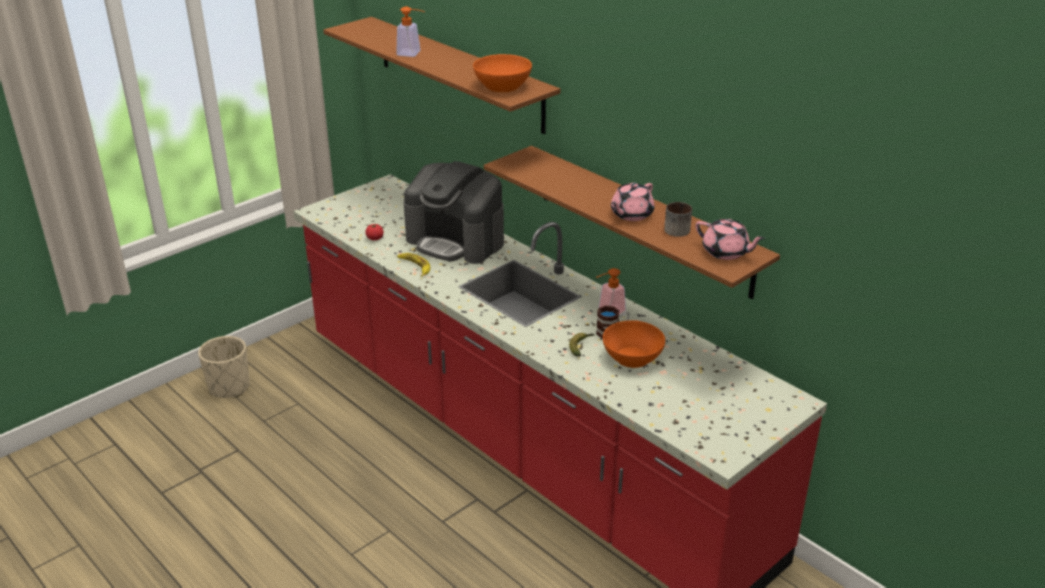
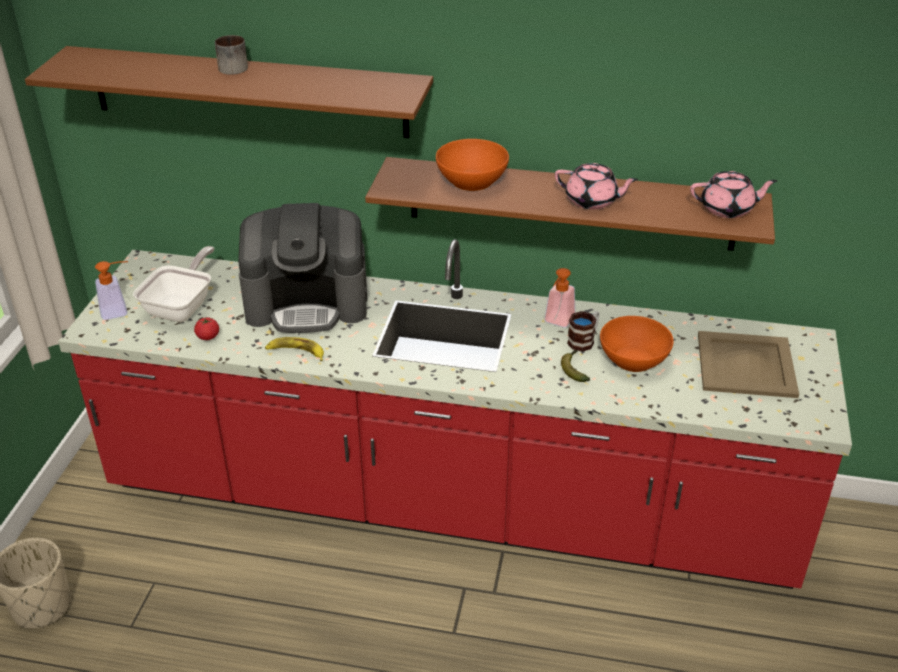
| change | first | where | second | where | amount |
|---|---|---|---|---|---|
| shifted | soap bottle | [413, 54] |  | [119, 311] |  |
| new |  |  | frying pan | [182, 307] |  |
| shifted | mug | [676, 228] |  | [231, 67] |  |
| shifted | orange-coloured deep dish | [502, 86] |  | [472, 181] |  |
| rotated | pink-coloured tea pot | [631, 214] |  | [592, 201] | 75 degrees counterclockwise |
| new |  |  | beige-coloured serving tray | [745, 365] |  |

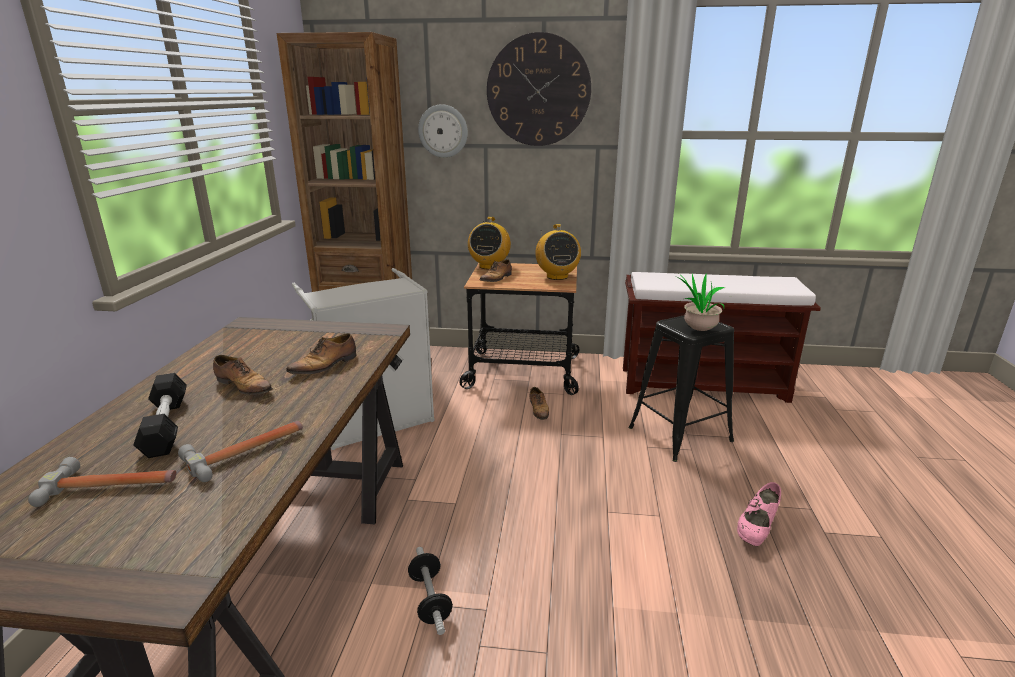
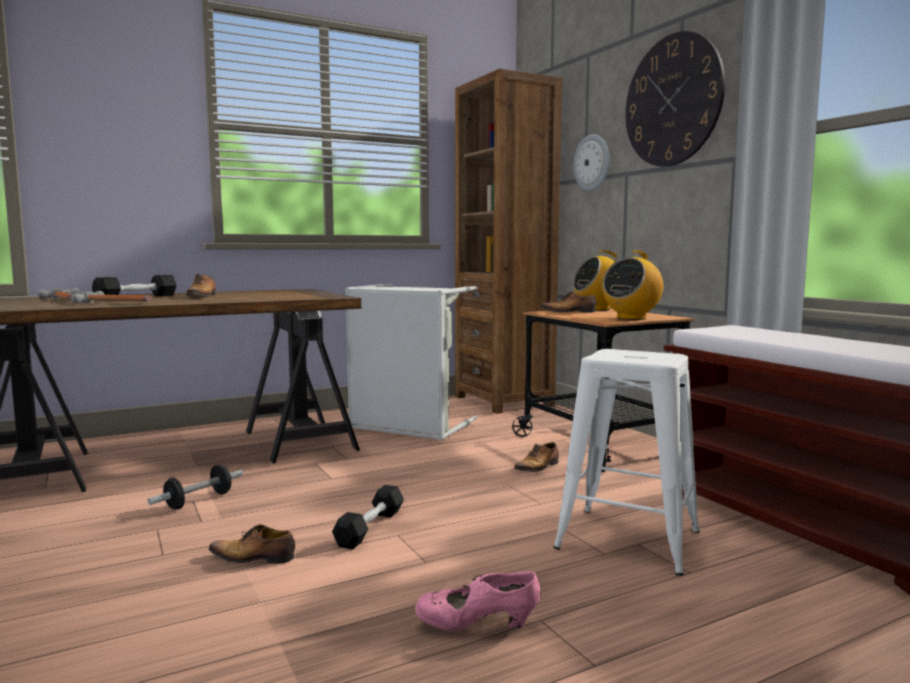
| change | first | where | second | where | amount |
|---|---|---|---|---|---|
| shifted | item of footwear | [325, 365] |  | [253, 558] |  |
| new |  |  | black free weight | [370, 528] |  |
| repainted | black stool seat | [679, 434] | white stool seat | [627, 539] |  |
| gone | plant in a pot | [697, 330] |  |  |  |

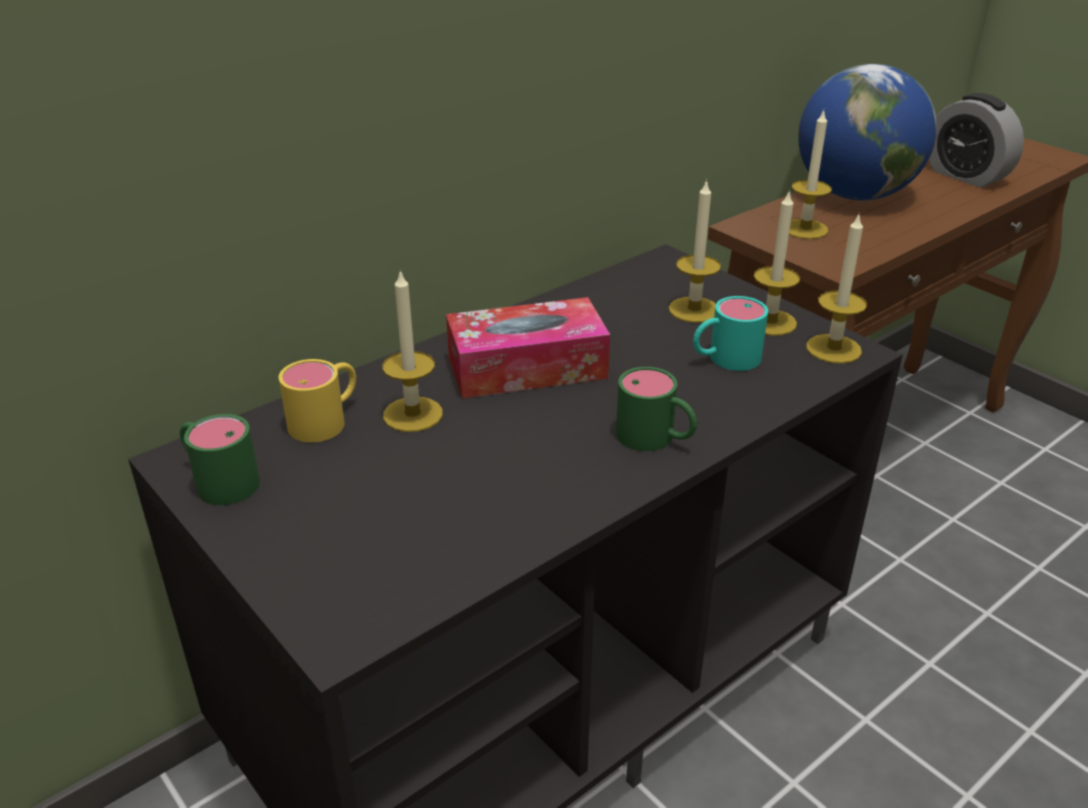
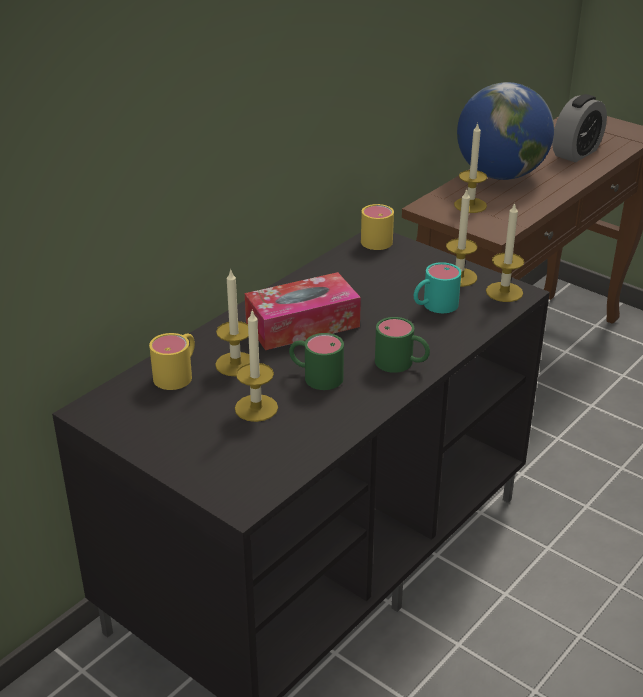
| change | first | where | second | where | amount |
|---|---|---|---|---|---|
| shifted | candle | [694, 310] |  | [256, 408] |  |
| shifted | greenish mug | [218, 480] |  | [315, 376] |  |
| new |  |  | yellow-coloured mug | [377, 238] |  |
| rotated | table clock | [965, 175] |  | [576, 153] | 90 degrees counterclockwise |

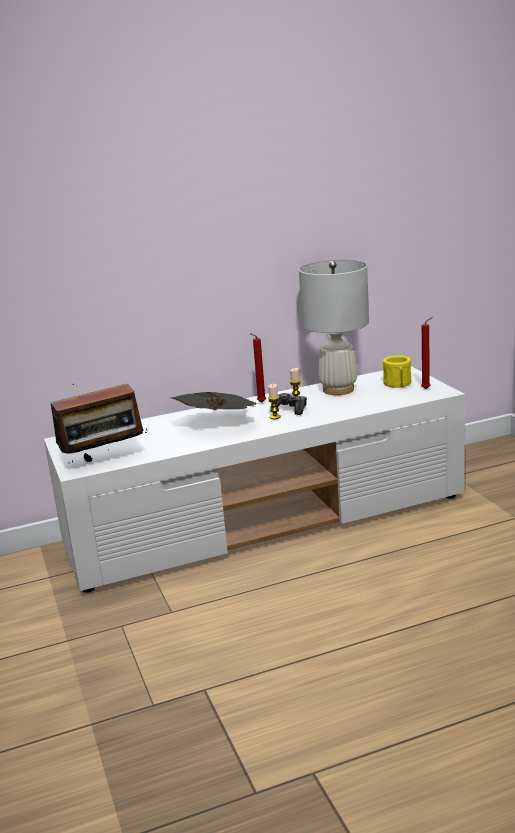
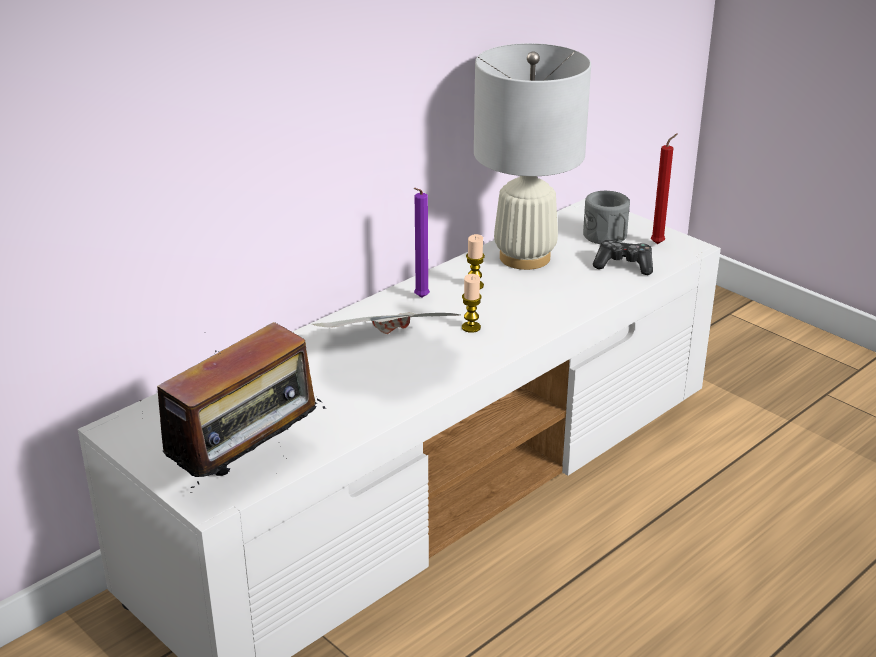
| change | first | where | second | where | amount |
|---|---|---|---|---|---|
| repainted | red candle | [260, 403] | purple candle | [420, 298] |  |
| repainted | yellow-coloured mug | [398, 384] | grey mug | [608, 238] |  |
| shifted | game controller | [291, 409] |  | [624, 265] |  |

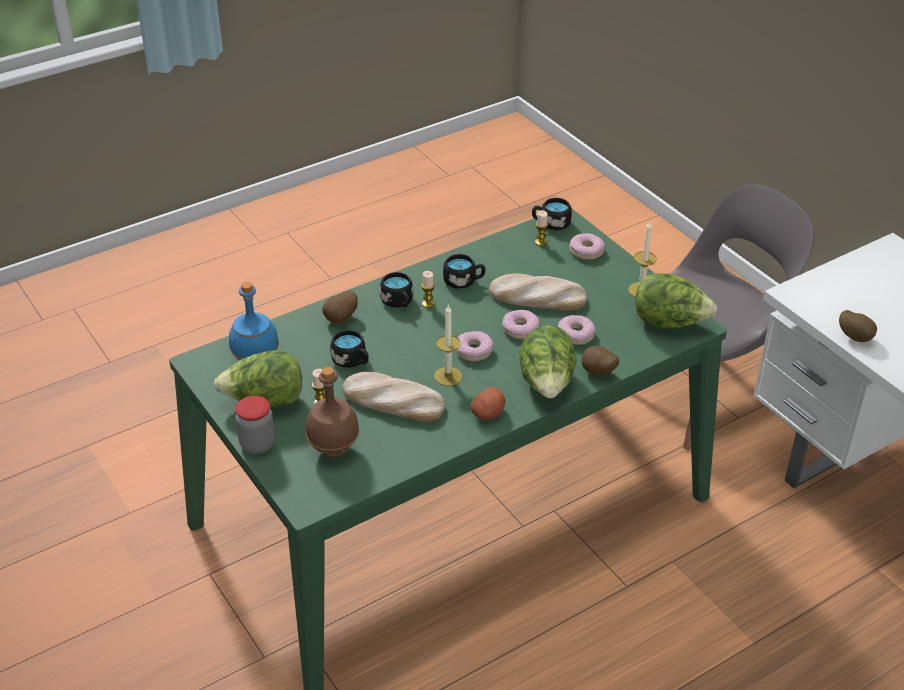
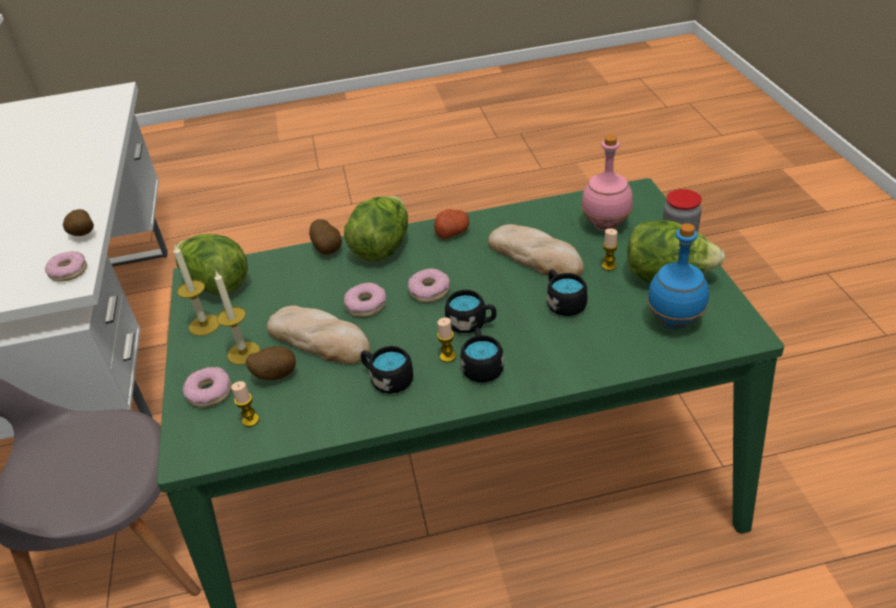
| change | first | where | second | where | amount |
|---|---|---|---|---|---|
| shifted | donut | [575, 335] |  | [69, 271] |  |
| shifted | candle | [448, 376] |  | [243, 353] |  |
| shifted | potato | [342, 319] |  | [275, 375] |  |
| shifted | black mug | [551, 224] |  | [471, 324] |  |
| repainted | brown beverage bottle | [334, 449] | pink-coloured beverage bottle | [605, 225] |  |

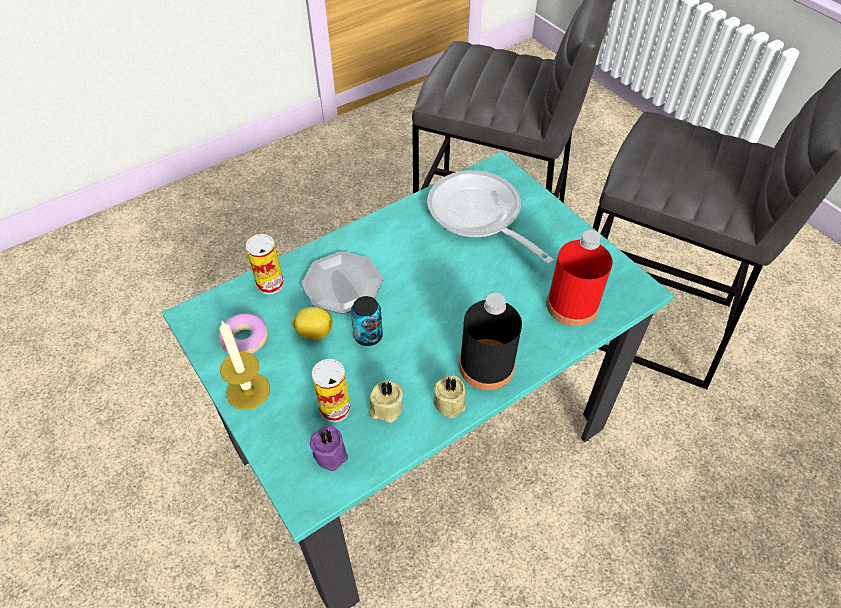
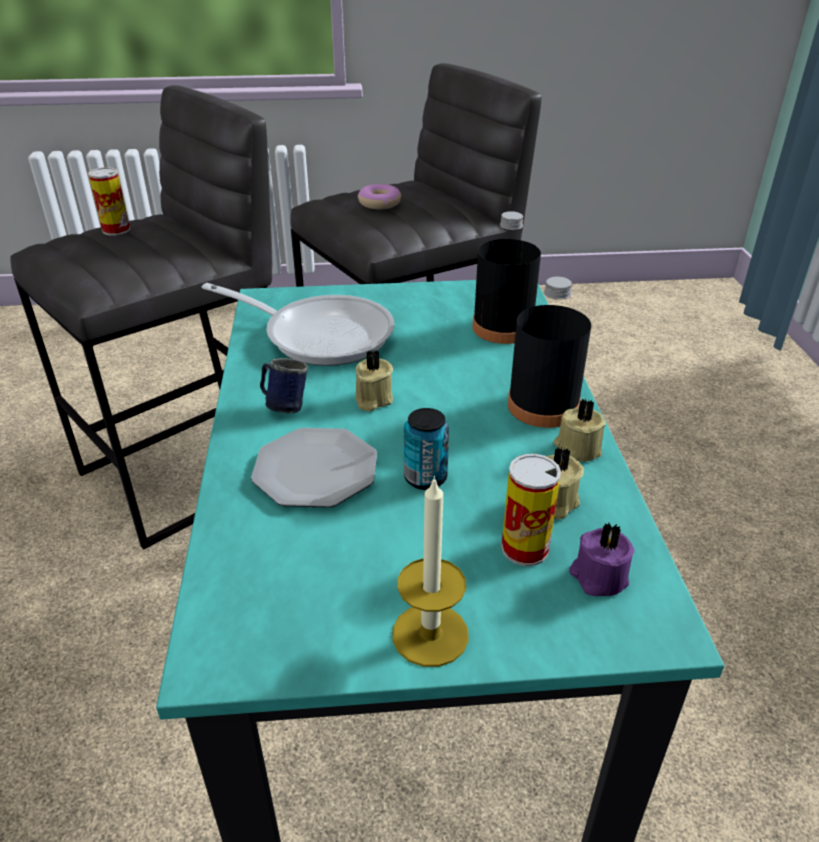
| change | first | where | second | where | amount |
|---|---|---|---|---|---|
| shifted | sealed can | [270, 284] |  | [116, 230] |  |
| rotated | frying pan | [479, 216] |  | [320, 335] | 150 degrees counterclockwise |
| new |  |  | blue-coloured mug | [283, 406] |  |
| new |  |  | beige-coloured candle | [372, 399] |  |
| shifted | donut | [244, 339] |  | [379, 203] |  |
| repainted | red beverage bottle | [572, 305] | black beverage bottle | [503, 328] |  |
| gone | lemon | [314, 332] |  |  |  |

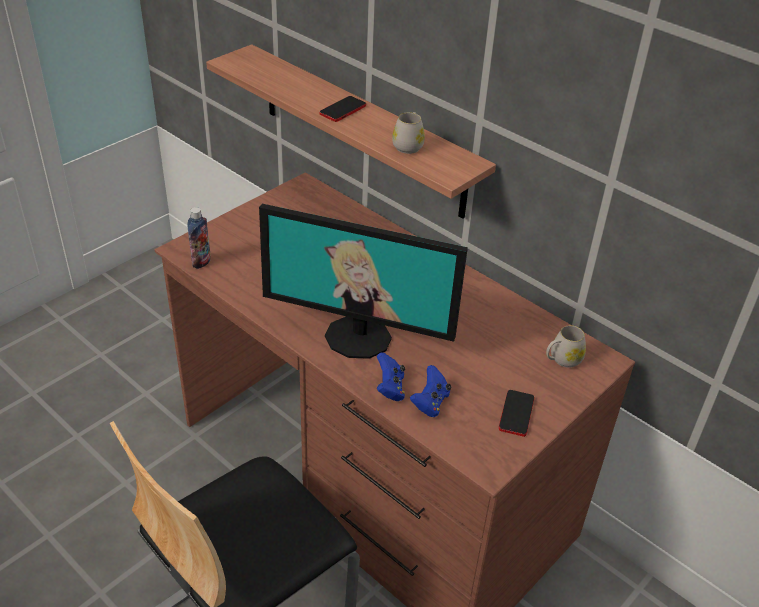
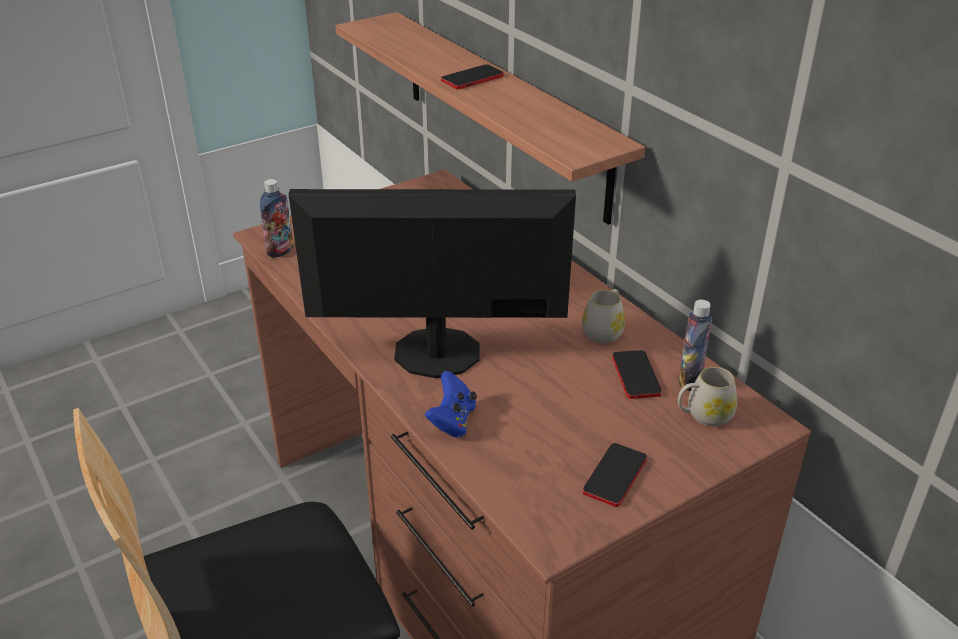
| change | first | where | second | where | amount |
|---|---|---|---|---|---|
| rotated | computer display | [359, 336] |  | [436, 354] | 150 degrees clockwise |
| shifted | white mug | [408, 145] |  | [604, 330] |  |
| new |  |  | phone | [636, 375] |  |
| new |  |  | beverage bottle | [689, 380] |  |
| gone | blue-coloured game controller | [430, 403] |  |  |  |

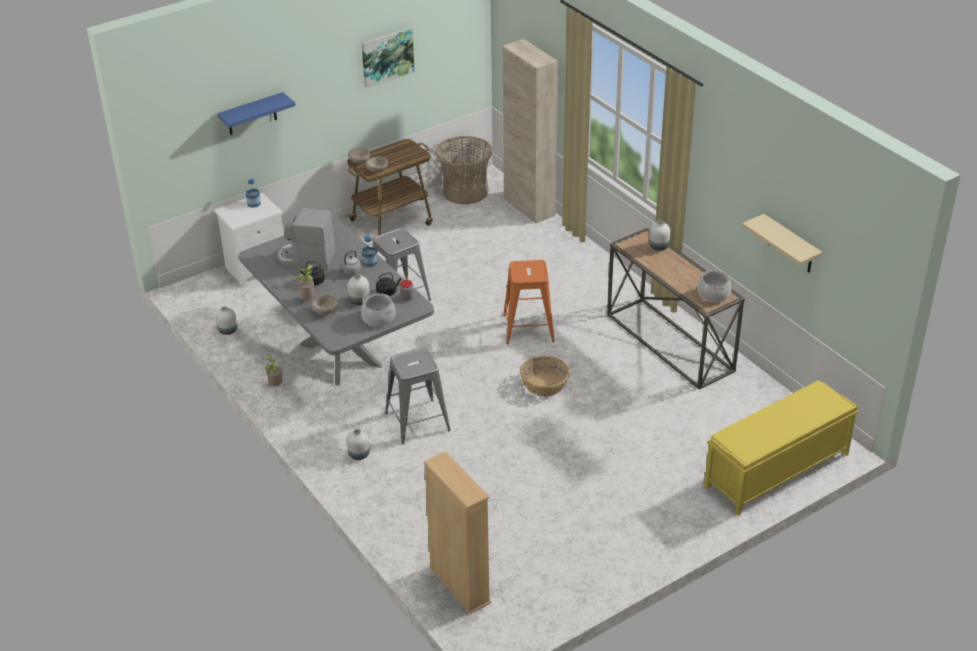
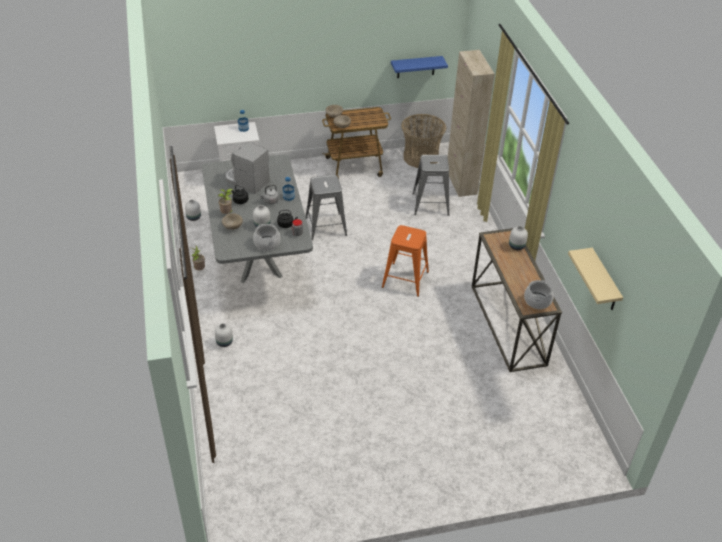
| change | first | where | second | where | amount |
|---|---|---|---|---|---|
| shifted | blue-coloured bracket shelf | [251, 114] |  | [416, 67] |  |
| shifted | grey stool seat | [417, 421] |  | [430, 204] |  |
| gone | picture | [387, 56] |  |  |  |
| gone | beige-coloured bookshelf | [459, 585] |  |  |  |
| gone | basket | [544, 384] |  |  |  |
| gone | yellow-coloured indoor bench | [776, 471] |  |  |  |

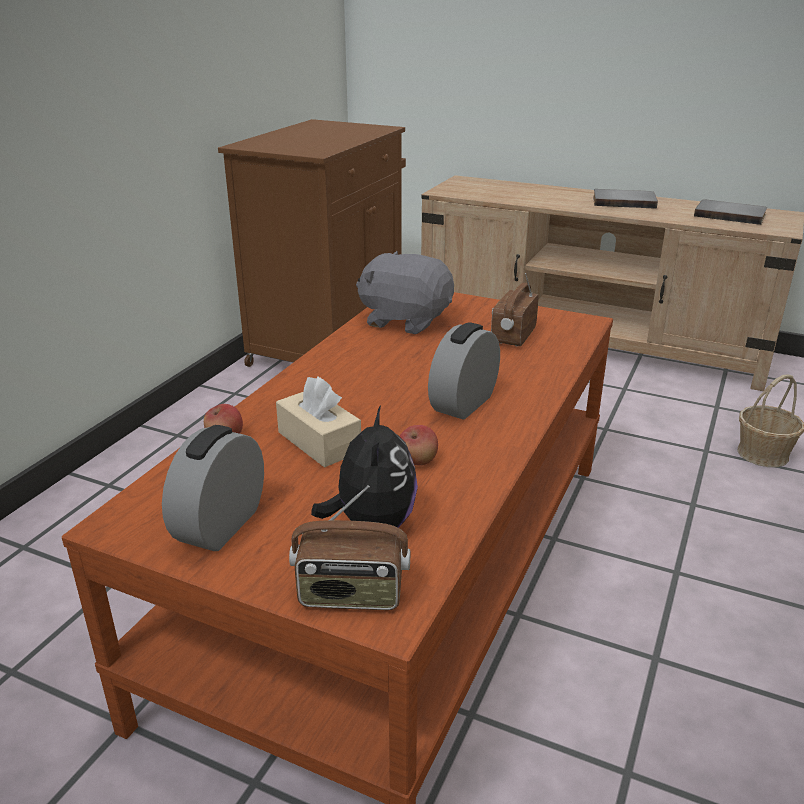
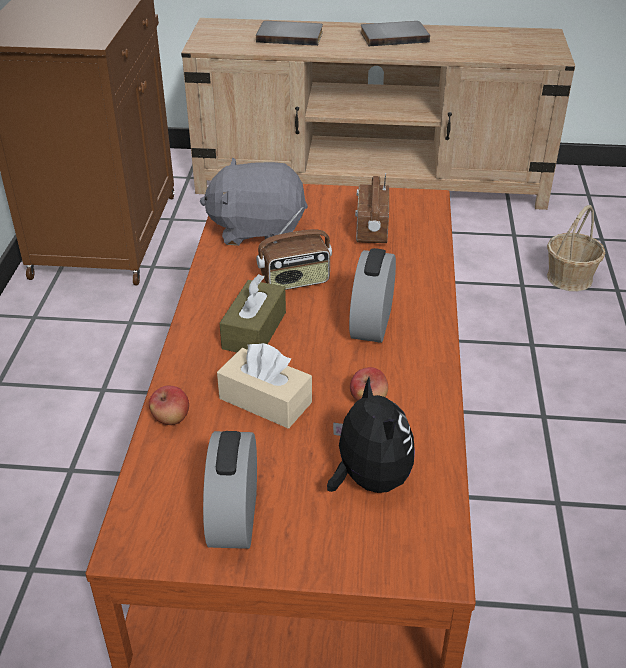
| change | first | where | second | where | amount |
|---|---|---|---|---|---|
| new |  |  | brown tissue holder | [254, 330] |  |
| shifted | grey book | [730, 214] |  | [290, 35] |  |
| shifted | radio | [351, 595] |  | [295, 281] |  |

